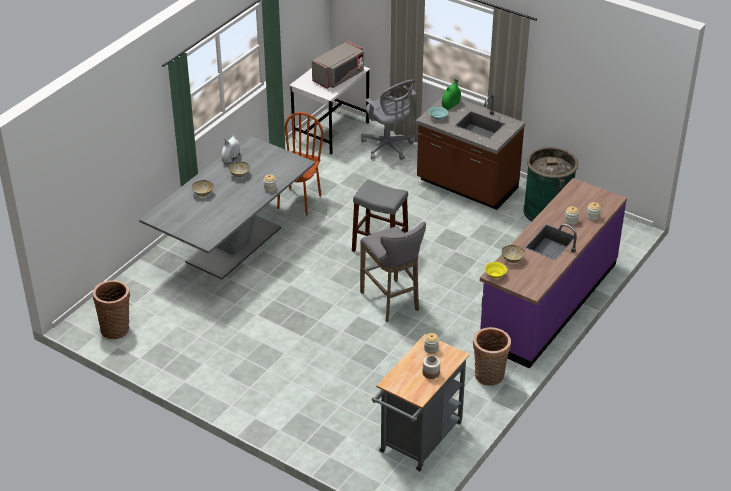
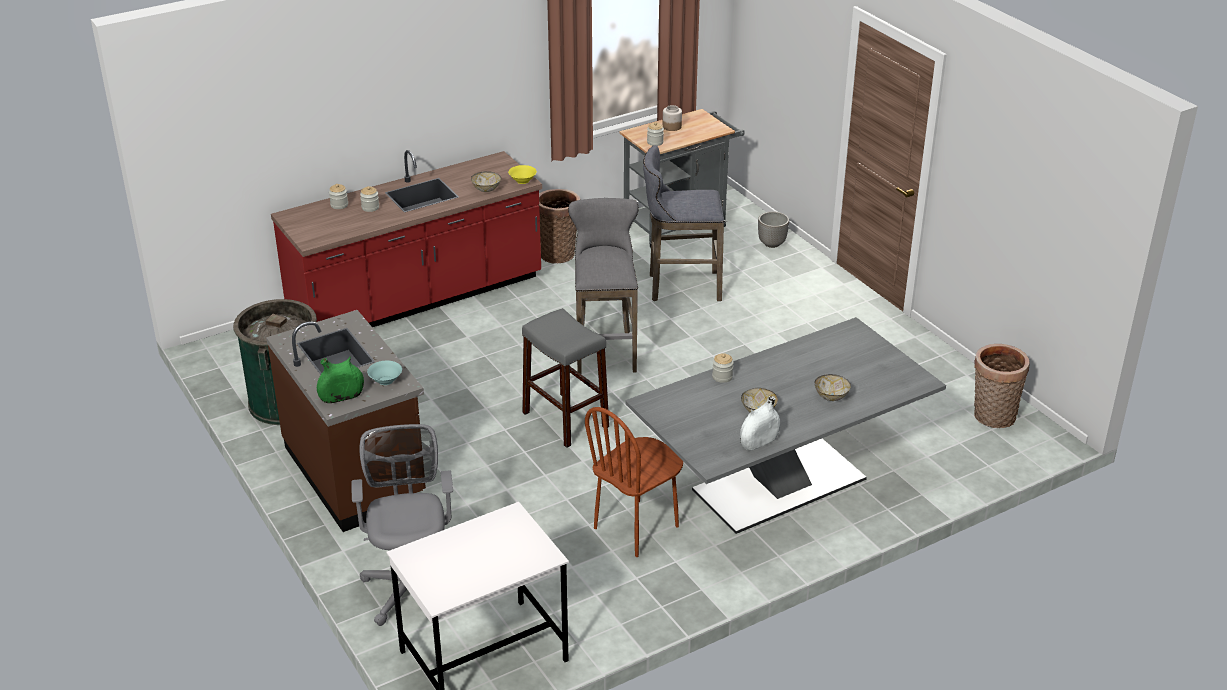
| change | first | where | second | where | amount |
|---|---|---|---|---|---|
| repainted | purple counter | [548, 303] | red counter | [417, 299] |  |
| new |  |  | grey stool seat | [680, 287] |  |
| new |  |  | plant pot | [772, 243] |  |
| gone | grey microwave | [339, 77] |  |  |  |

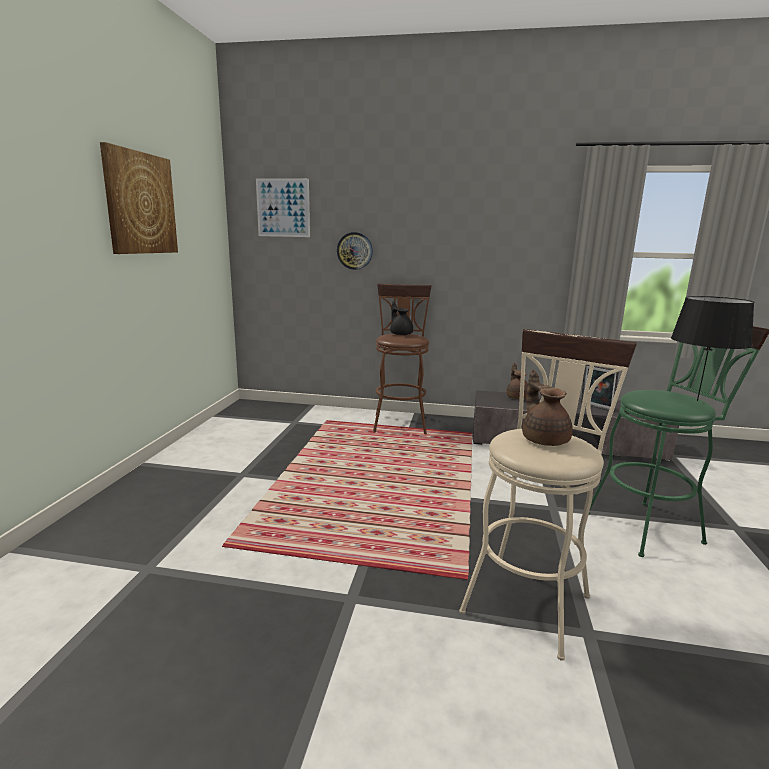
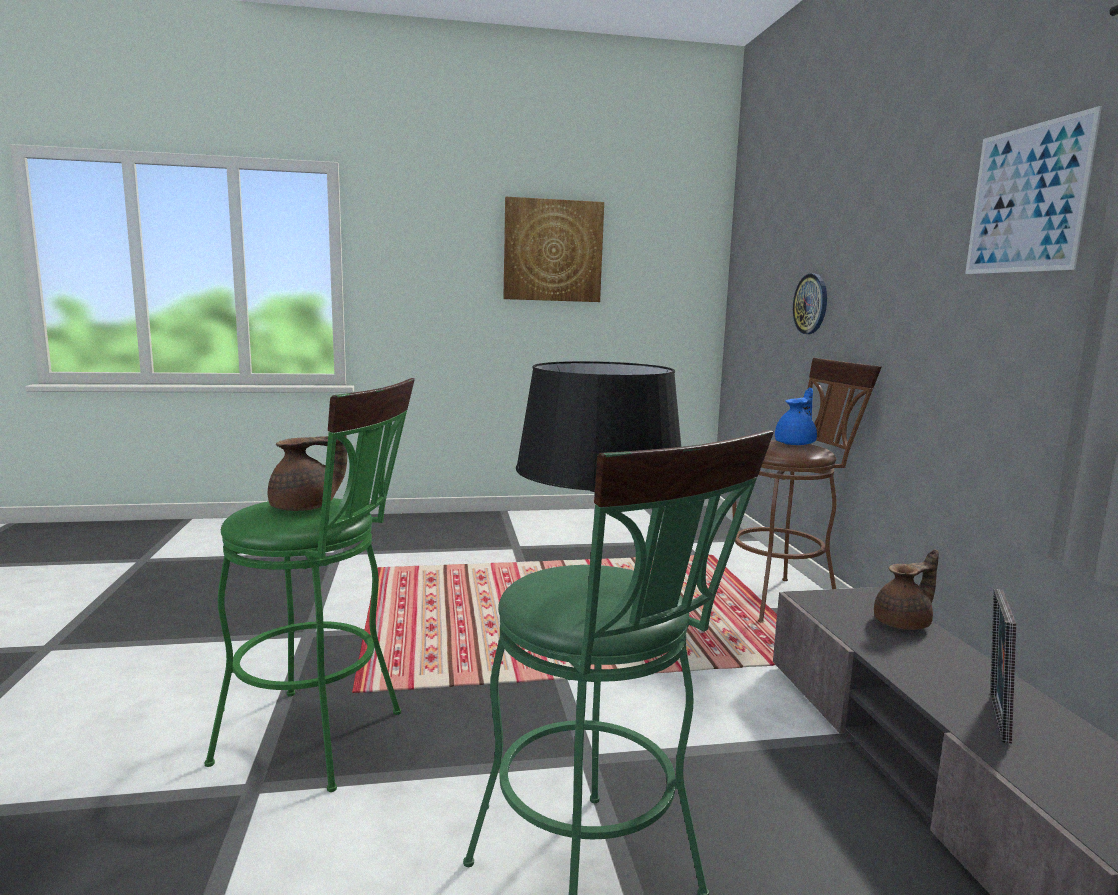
| change | first | where | second | where | amount |
|---|---|---|---|---|---|
| repainted | beige-coloured stool seat | [529, 597] | greenish stool seat | [324, 739] |  |
| repainted | black tea pot | [401, 334] | blue-coloured tea pot | [796, 444] |  |
| shifted | picture | [283, 208] |  | [1026, 199] |  |

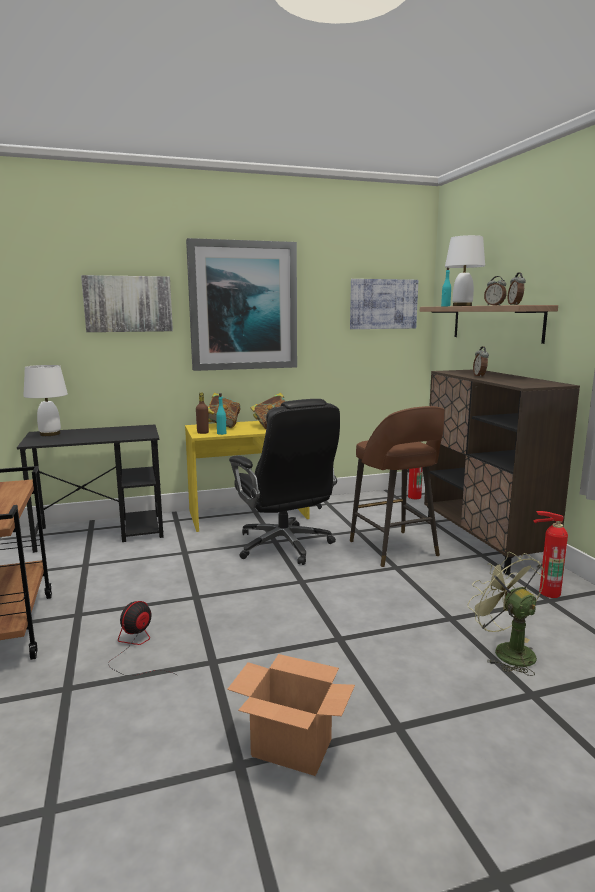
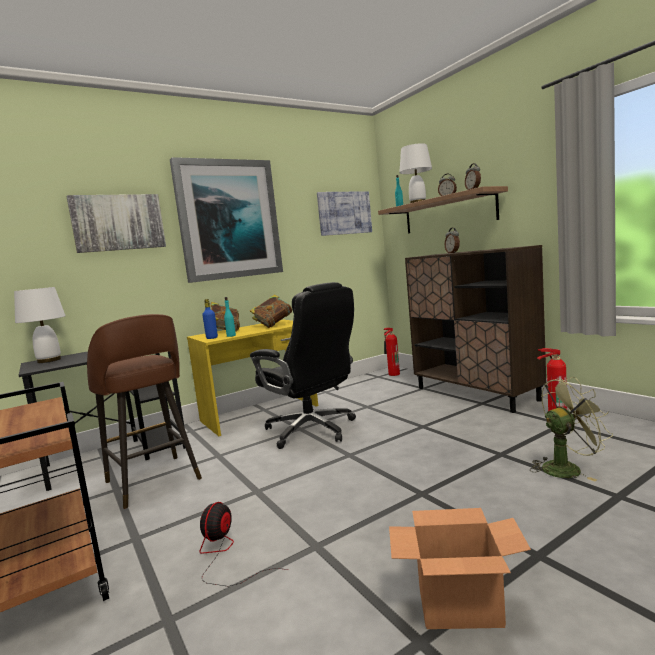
| change | first | where | second | where | amount |
|---|---|---|---|---|---|
| shifted | brown stool seat | [394, 549] |  | [153, 481] |  |
| repainted | brown beverage bottle | [203, 432] | blue-coloured beverage bottle | [212, 338] |  |
| rotated | greenish fan | [506, 651] |  | [567, 468] | 120 degrees clockwise |

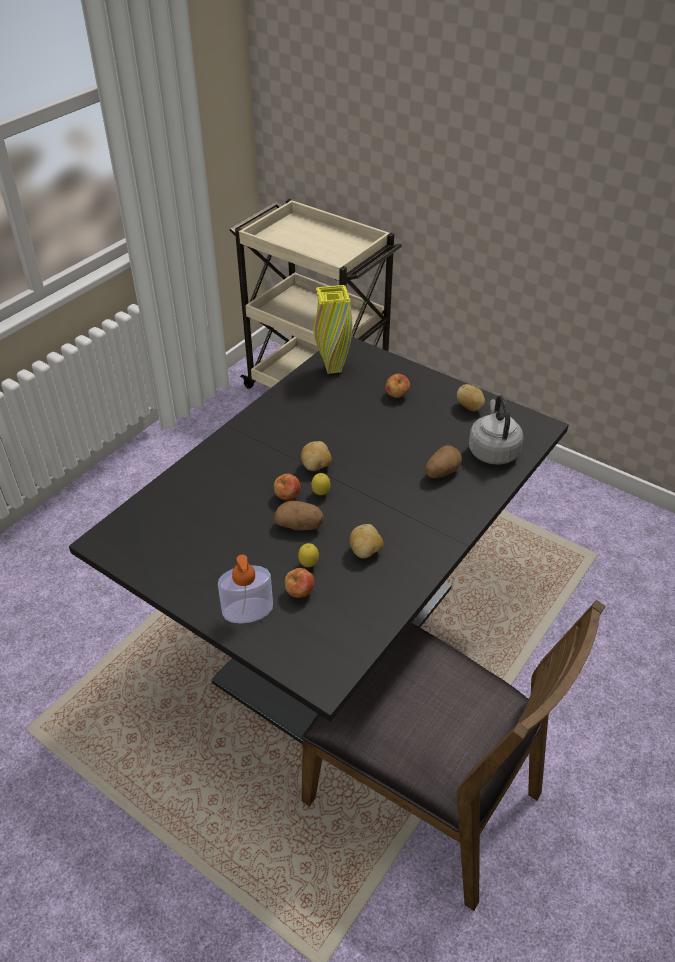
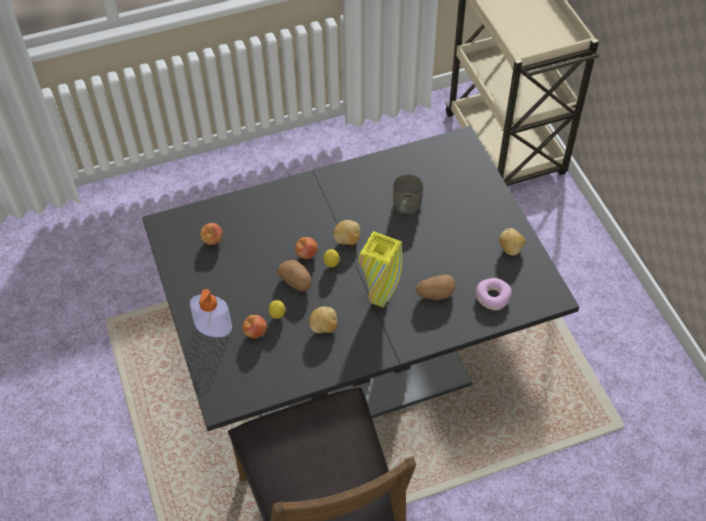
| change | first | where | second | where | amount |
|---|---|---|---|---|---|
| shifted | whole apple | [396, 395] |  | [213, 241] |  |
| shifted | yellow-coloured decorative vase | [333, 368] |  | [379, 299] |  |
| new |  |  | grey mug | [405, 206] |  |
| swapped | grey water kettle | [492, 450] | donut | [492, 297] |  |

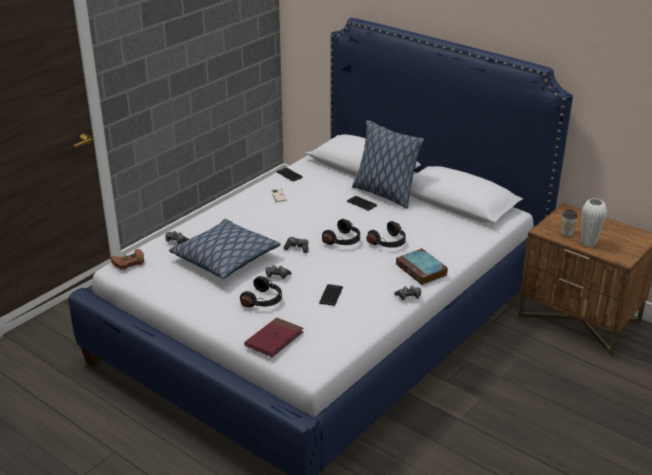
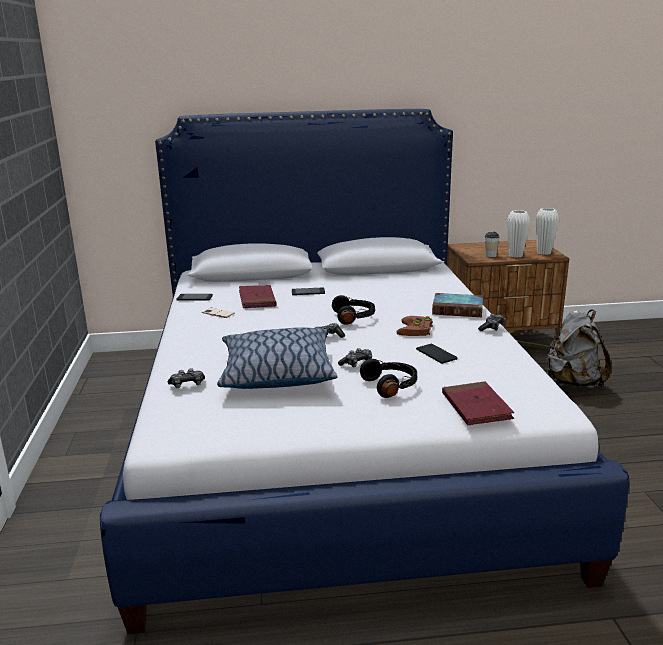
| change | first | where | second | where | amount |
|---|---|---|---|---|---|
| new |  |  | red book | [257, 299] |  |
| shifted | brown game controller | [128, 262] |  | [416, 330] |  |
| new |  |  | white decorative vase | [543, 252] |  |
| new |  |  | grey knapsack | [572, 383] |  |
| gone | throw pillow | [384, 194] |  |  |  |
| gone | black pair of headphones | [389, 243] |  |  |  |

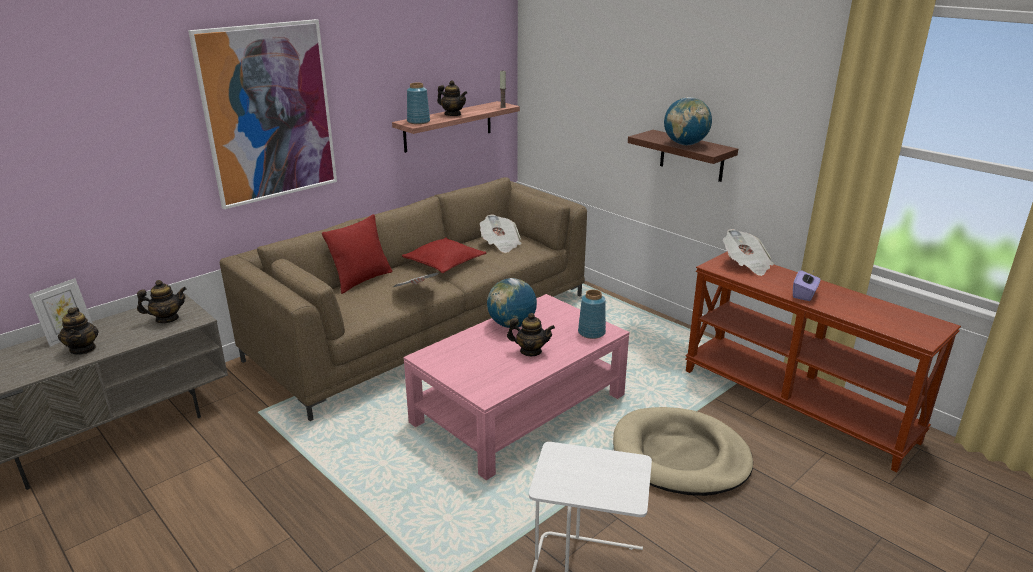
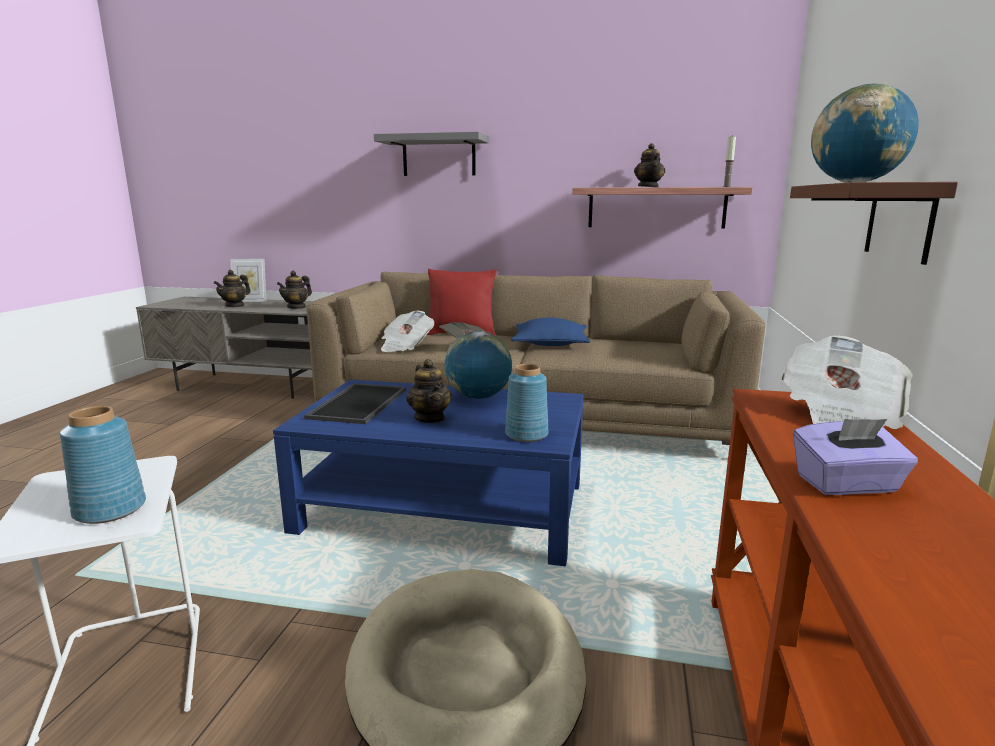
| change | first | where | second | where | amount |
|---|---|---|---|---|---|
| shifted | blue-coloured decorative vase | [418, 122] |  | [109, 509] |  |
| repainted | pink-coloured low table | [520, 408] | blue-coloured low table | [445, 507] |  |
| rotated | tea pot | [167, 319] |  | [296, 307] | 90 degrees clockwise |
| new |  |  | serving tray | [360, 404] |  |
| swapped | picture | [268, 113] | grey bracket shelf | [439, 156] |  |
| shifted | printed paper | [500, 244] |  | [405, 346] |  |
| repainted | red throw pillow | [444, 263] | blue-coloured throw pillow | [550, 344] |  |

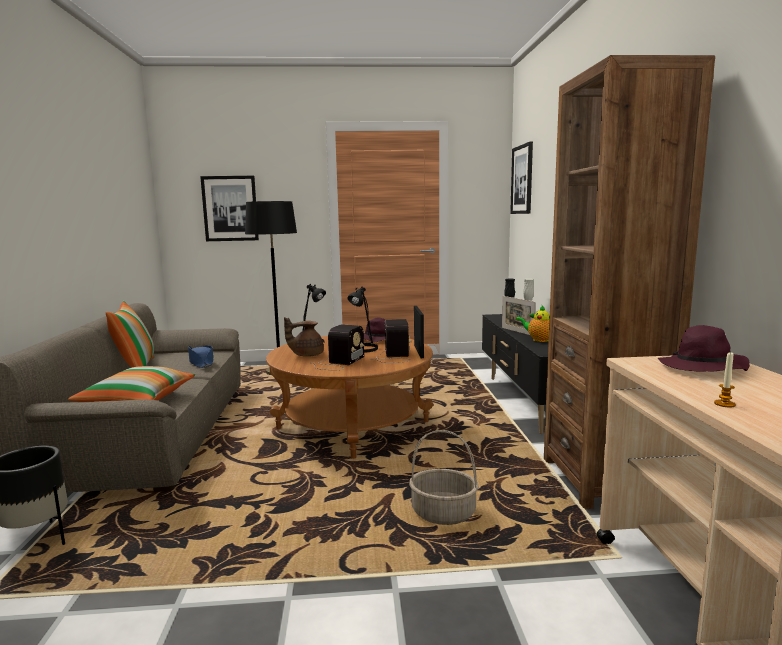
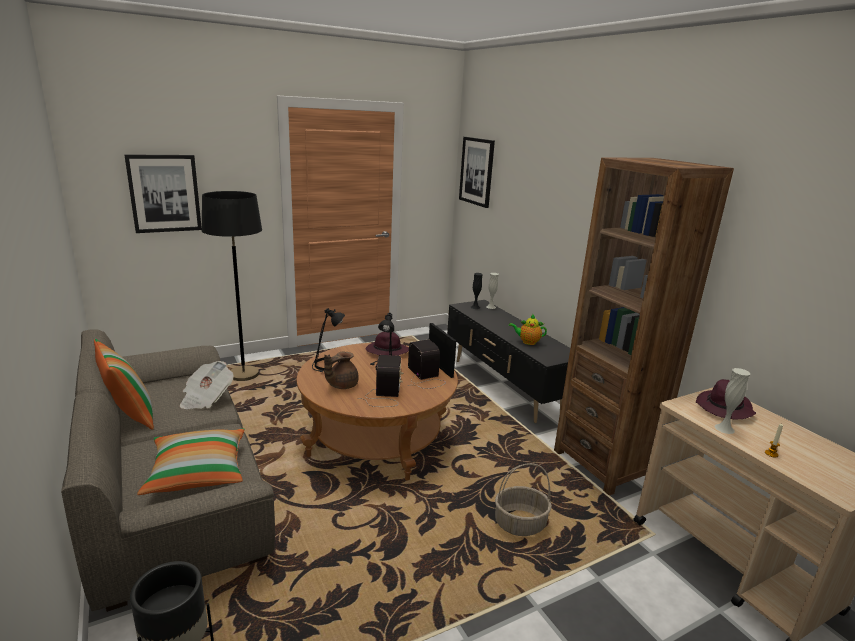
| change | first | where | second | where | amount |
|---|---|---|---|---|---|
| swapped | blue-coloured hat | [201, 362] | printed paper | [206, 398] |  |
| new |  |  | white decorative vase | [724, 428] |  |
| gone | standing frame | [517, 331] |  |  |  |

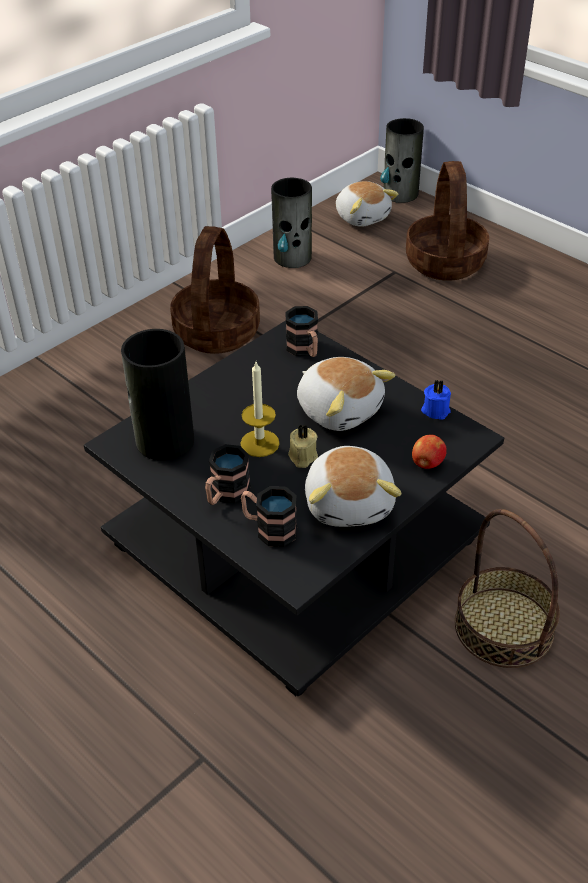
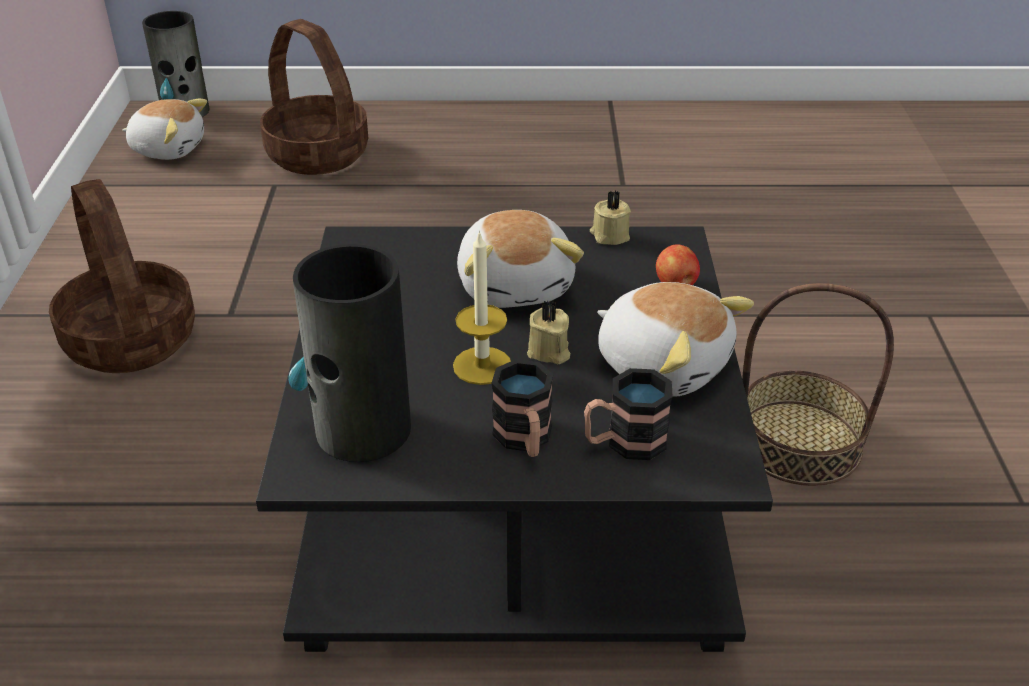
| change | first | where | second | where | amount |
|---|---|---|---|---|---|
| rotated | plush toy | [339, 409] |  | [516, 285] | 75 degrees clockwise |
| repainted | blue-coloured candle | [435, 410] | beige-coloured candle | [609, 235] |  |
| gone | decorative vase | [292, 257] |  |  |  |
| gone | mug | [305, 350] |  |  |  |

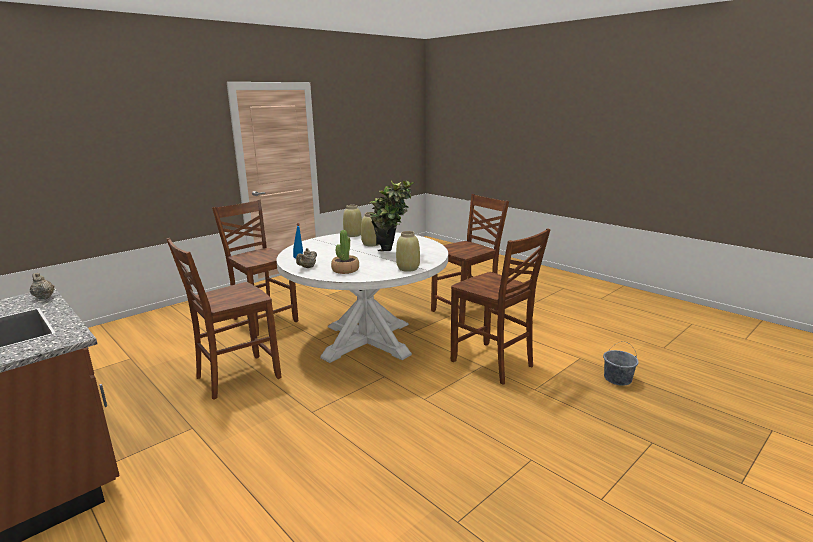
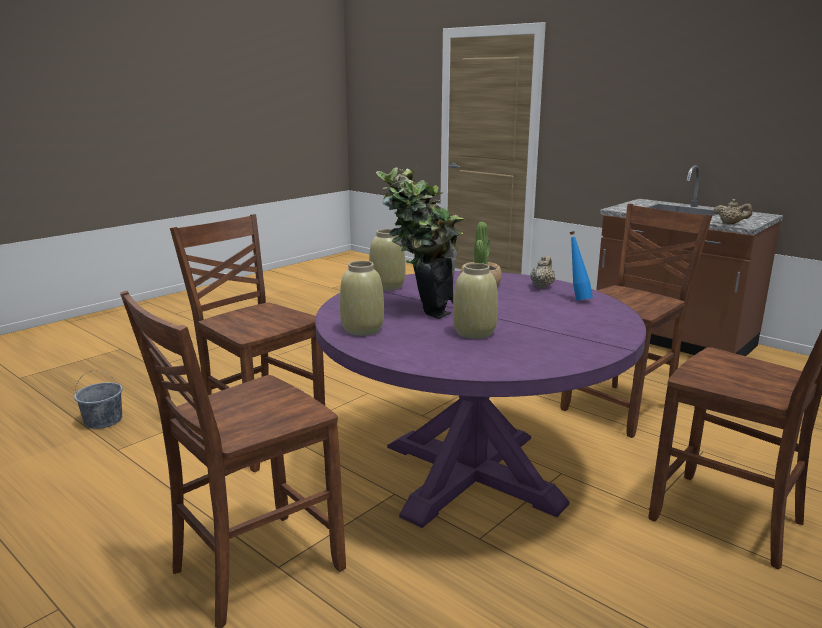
| change | first | where | second | where | amount |
|---|---|---|---|---|---|
| repainted | white dinner table | [367, 340] | purple dinner table | [471, 474] |  |
| shifted | beige-coloured decorative vase | [353, 235] |  | [363, 330] |  |

